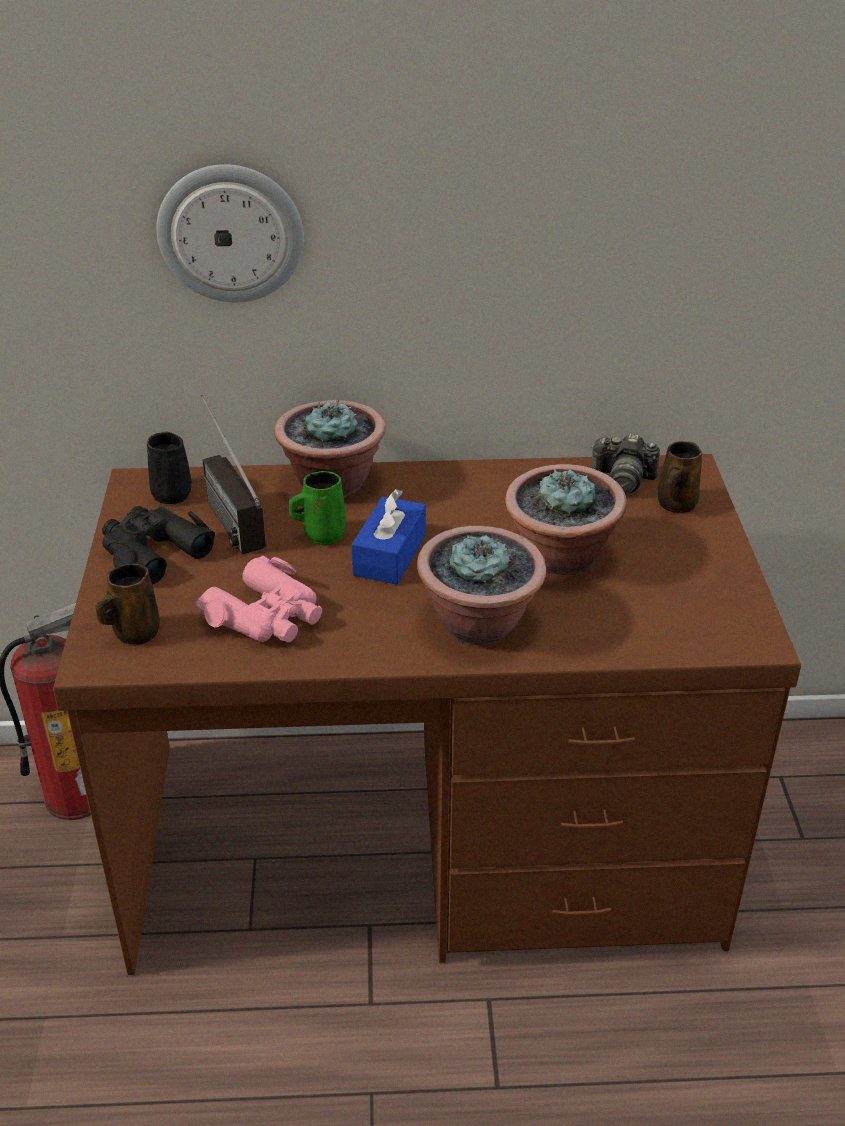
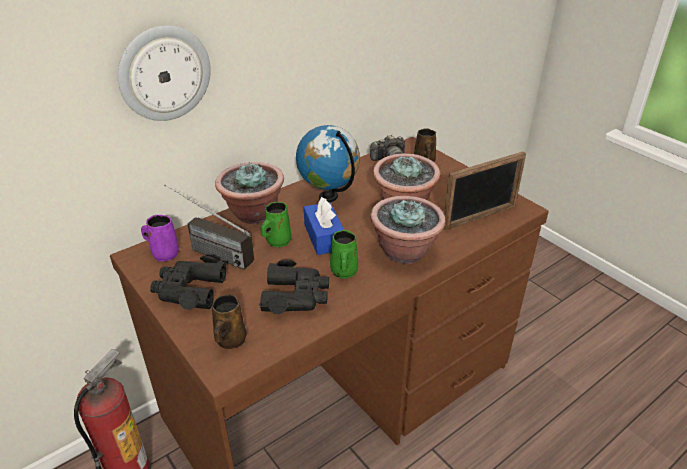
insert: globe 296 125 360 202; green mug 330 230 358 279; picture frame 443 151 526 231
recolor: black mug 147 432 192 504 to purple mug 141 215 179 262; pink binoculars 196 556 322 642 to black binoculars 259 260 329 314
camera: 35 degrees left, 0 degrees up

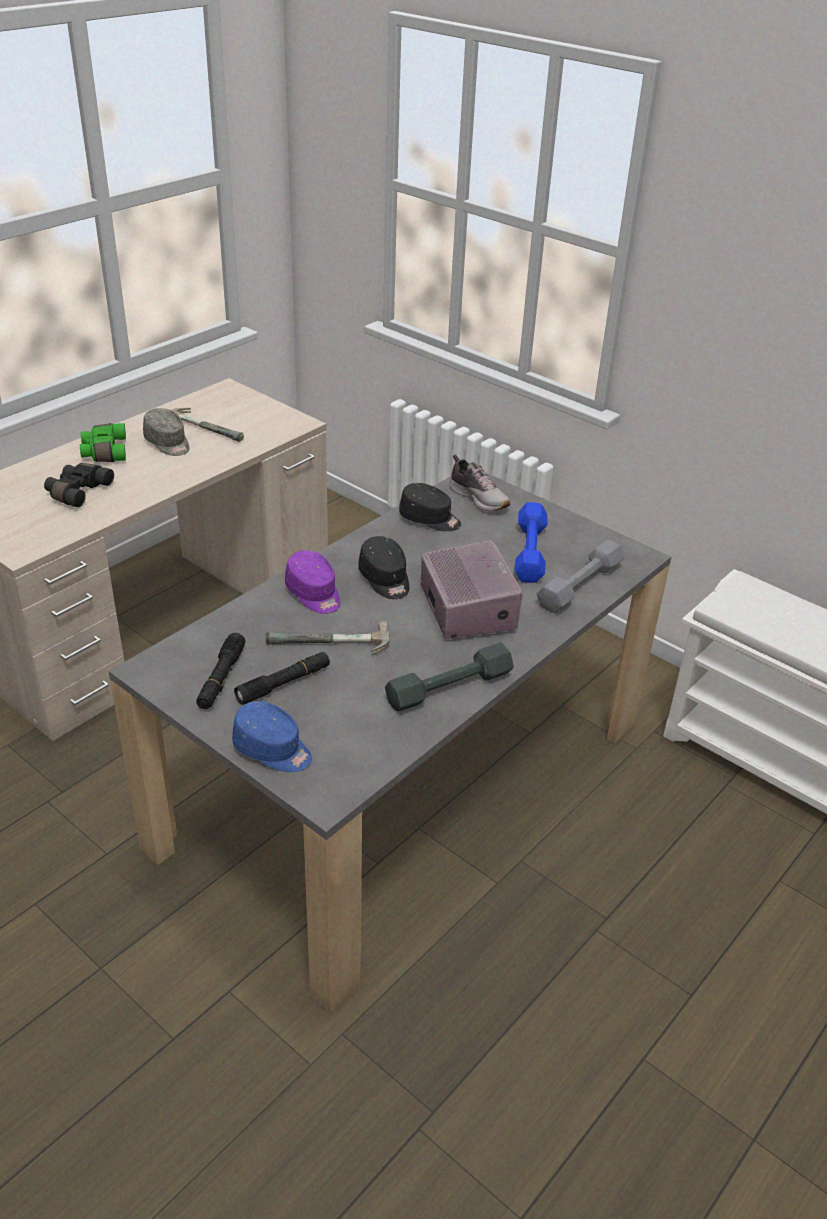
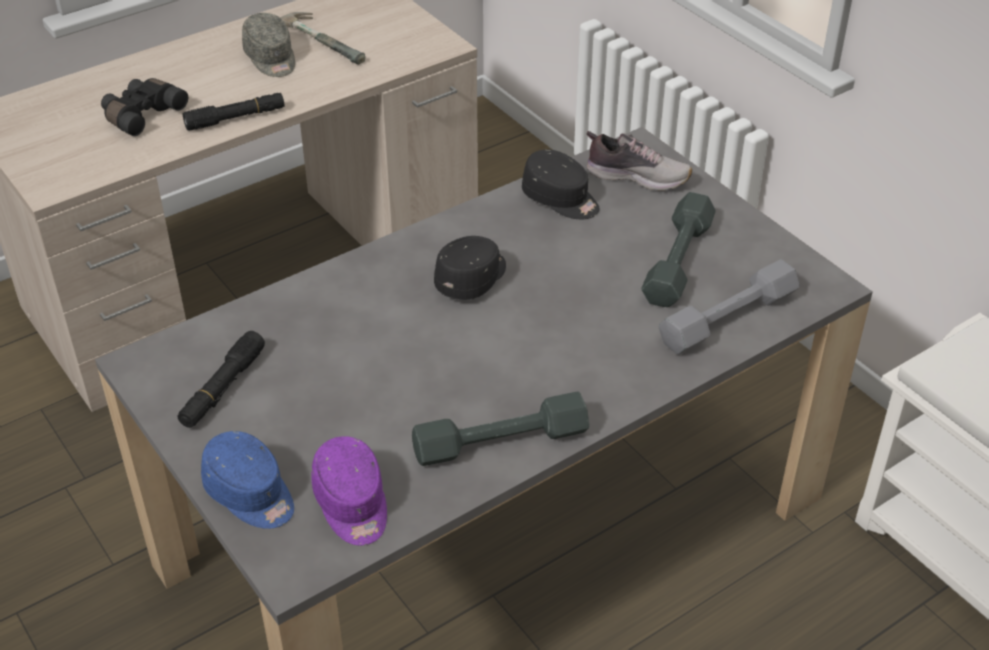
delete: green binoculars 80 423 126 462; hammer 265 621 389 656; radio 421 540 523 639
move: black flashlight 234 652 330 705 to 183 93 284 131; purple cap 285 550 340 614 to 311 436 387 545
recolor: blue dumbbell 515 502 548 583 to grey dumbbell 641 192 715 307
rotate: black cap 358 536 409 599 = 434 236 506 300 135 degrees counterclockwise; shoe 449 454 511 511 = 586 131 692 191 45 degrees counterclockwise
camera: 15 degrees right, 5 degrees up

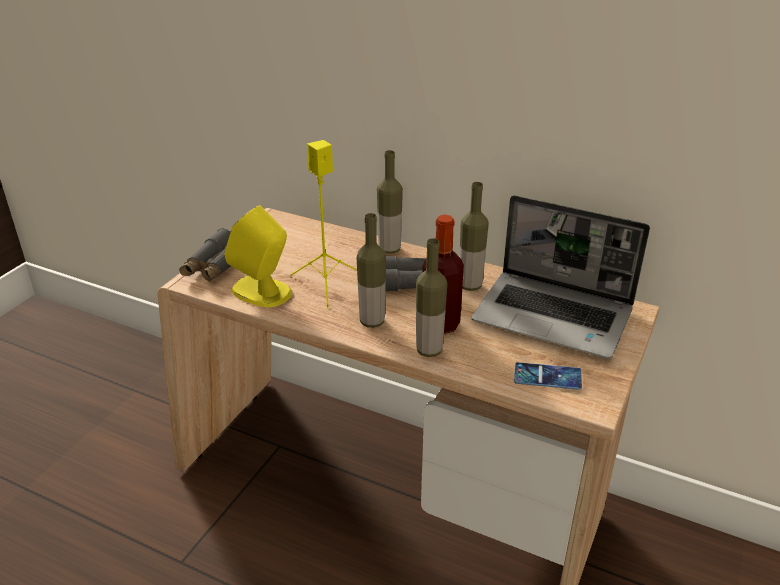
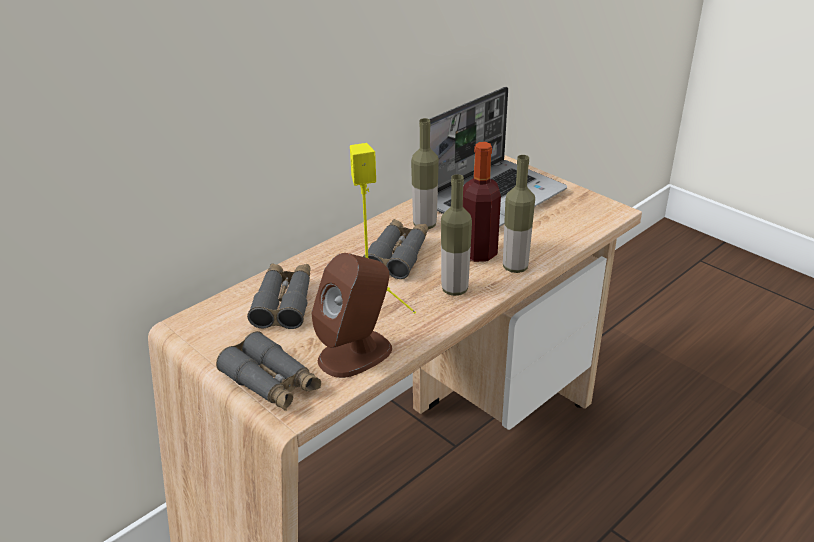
delete: bottle 377 150 403 254; phone 514 362 582 390
insert: grey binoculars 247 263 311 329
recolor: yellow speaker 224 205 292 307 to brown speaker 311 253 392 378
camera: 70 degrees left, 0 degrees up

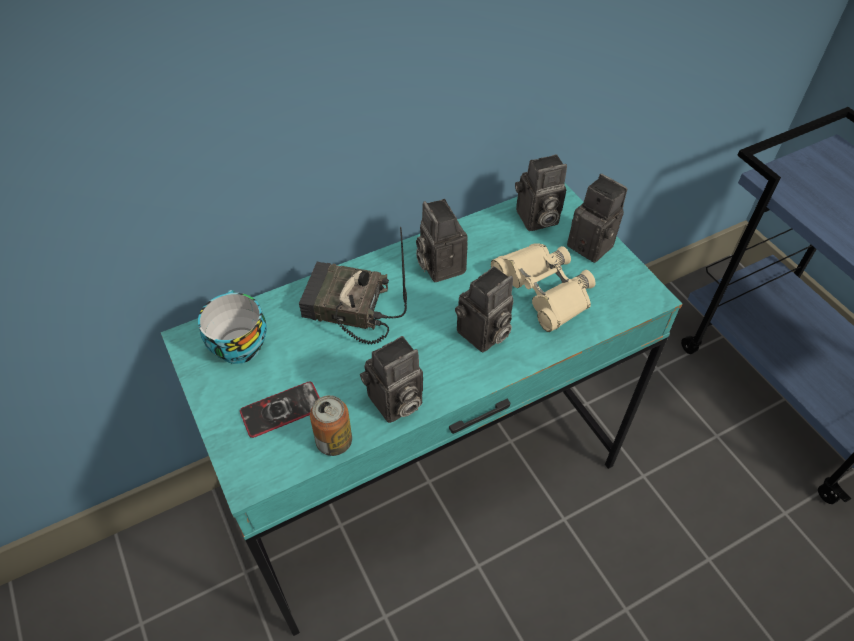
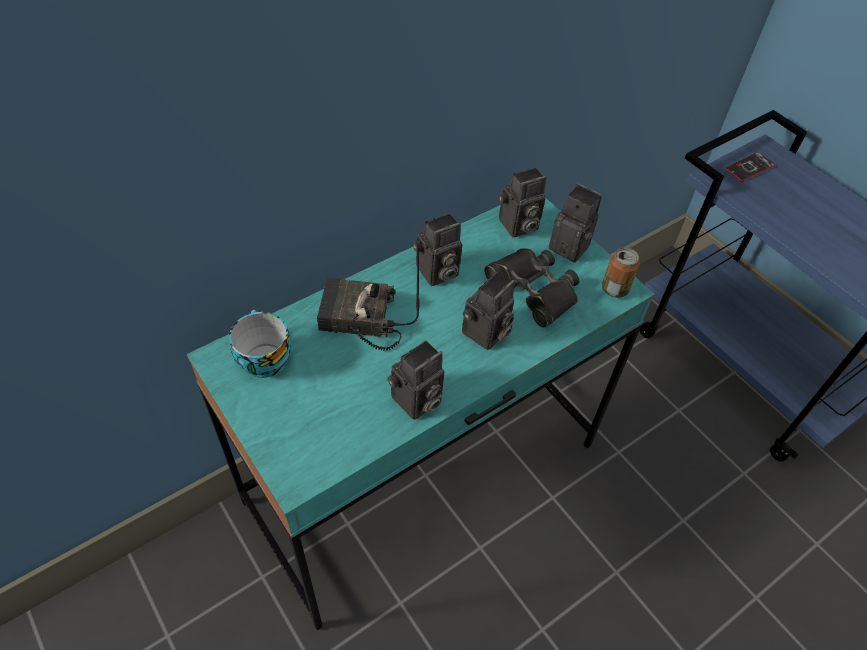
move: can 310 395 352 456 to 602 247 640 298; phone 240 381 320 438 to 725 152 775 182
recolor: beige binoculars 491 243 596 332 to black binoculars 484 248 579 328
rotate: photo camera 416 199 468 282 = 413 213 462 286 90 degrees counterclockwise
camera: 10 degrees left, 0 degrees up

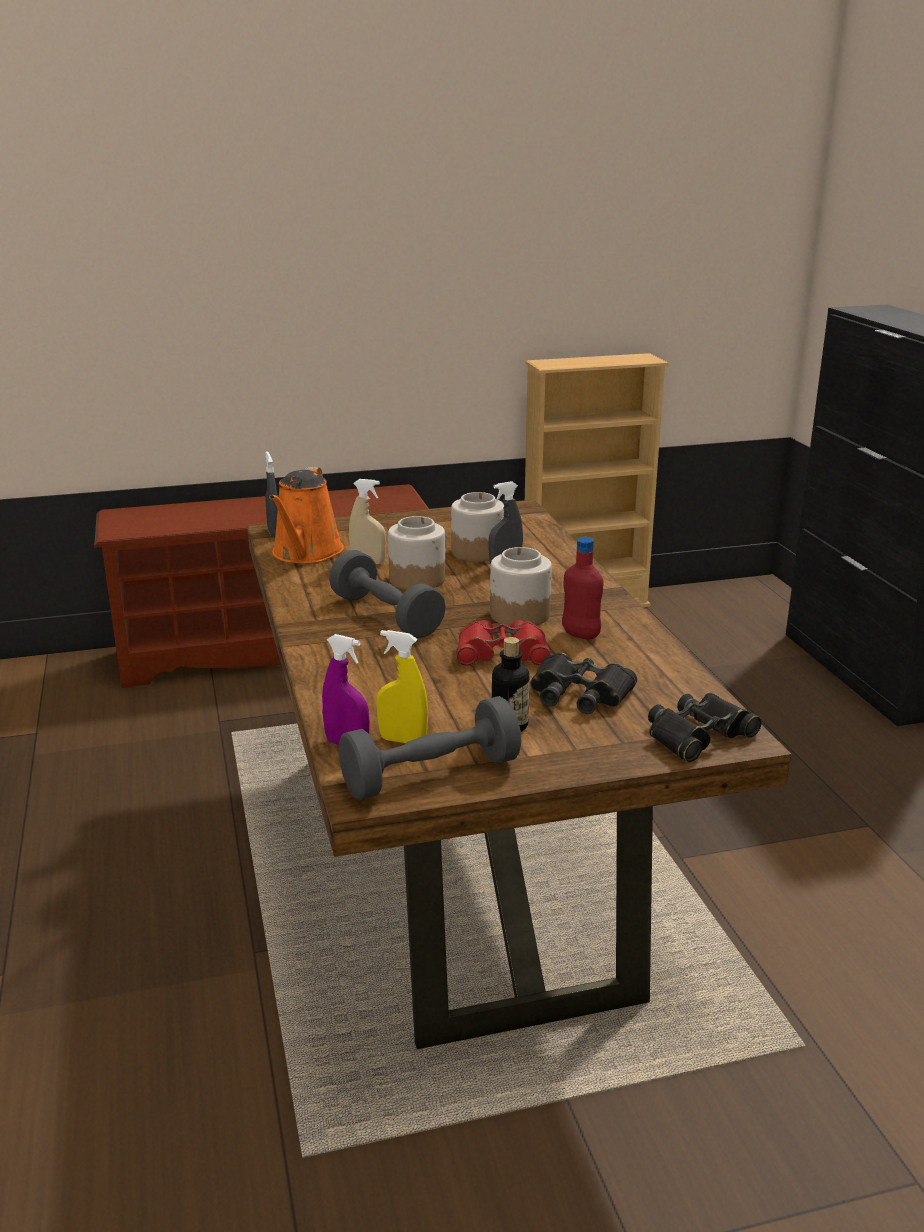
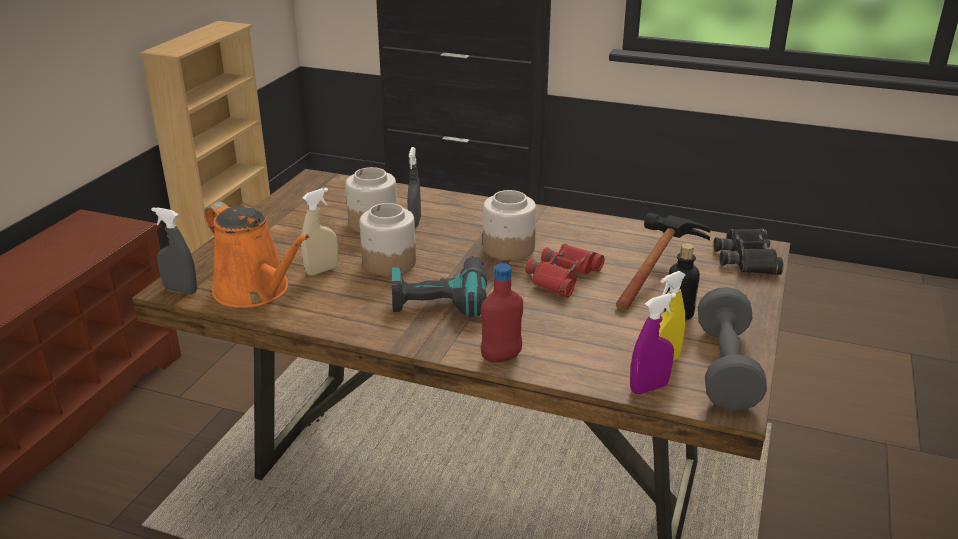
move: red bottle 562 537 603 639 to 481 263 523 362
replace: grey dumbbell 329 550 446 638 to power drill 392 256 487 317; black binoculars 530 653 637 714 to hammer 616 213 710 310
camera: 55 degrees left, 5 degrees up

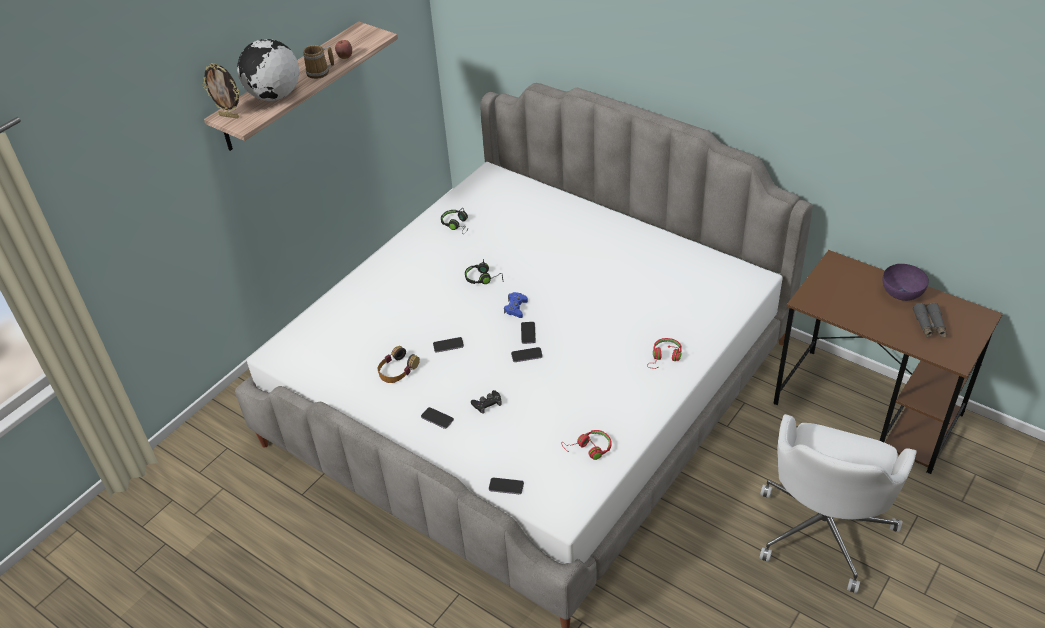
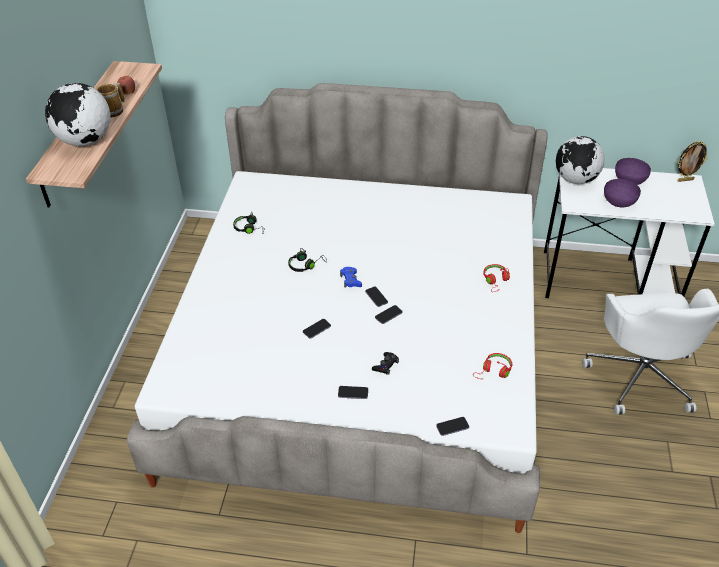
delete: headphones 378 346 420 383; grey binoculars 913 303 947 338
insert: globe 556 136 605 184; purple bowl 604 179 641 207
move: picture frame 202 63 239 118 to 677 141 708 182
recolor: brown desk 773 250 1003 474 to white desk 544 168 715 298
camera: 30 degrees left, 0 degrees up

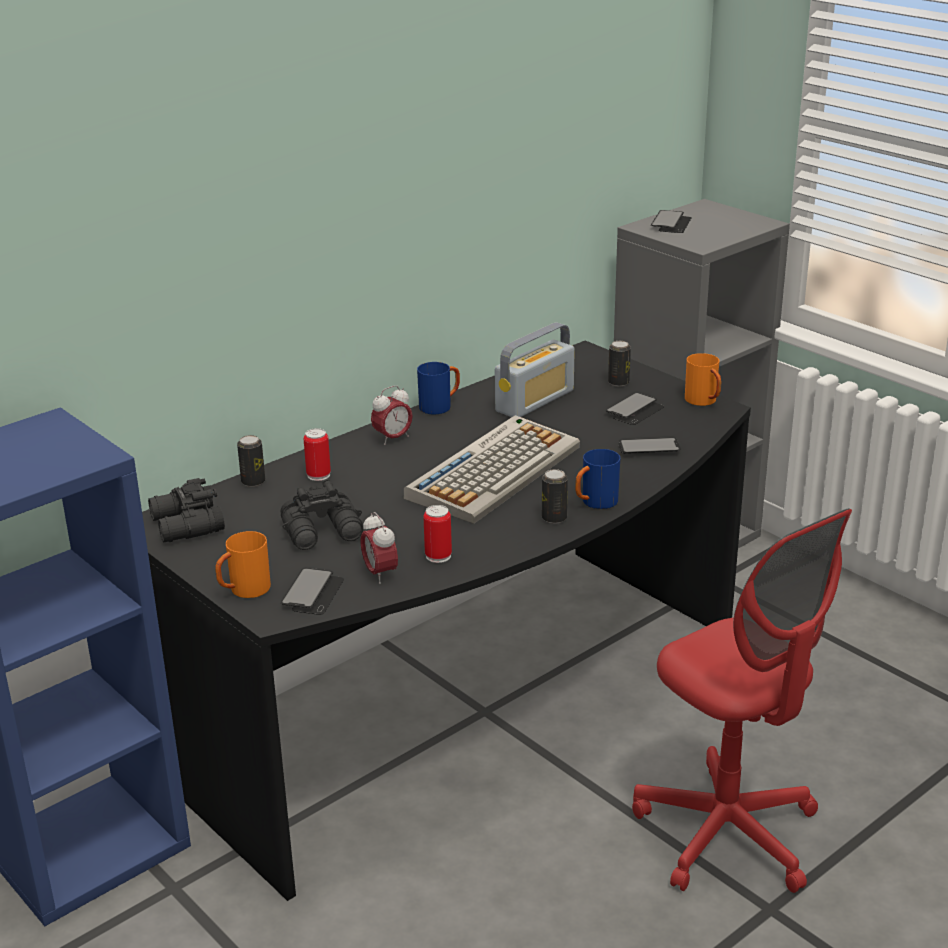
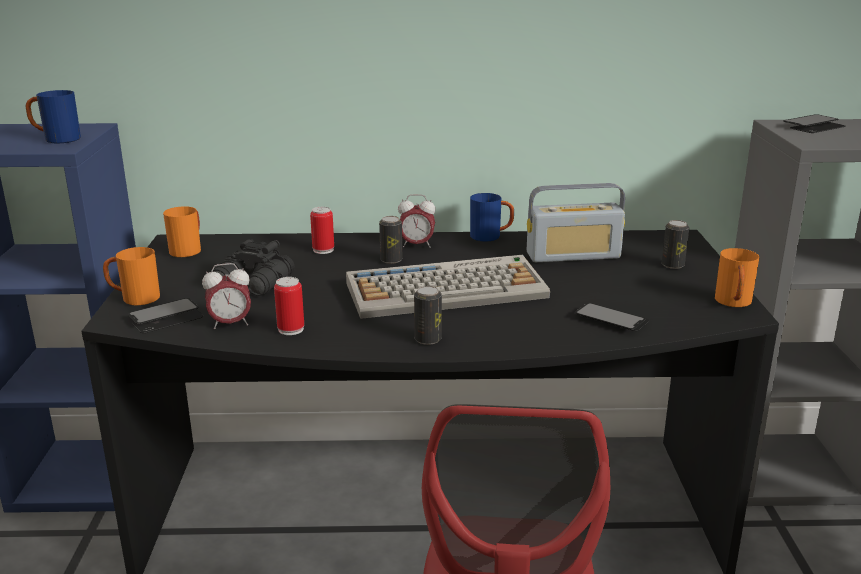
delete: phone 606 393 664 425
move: blue mug 575 449 620 509 to 26 90 81 143; can 237 435 265 487 to 379 216 402 264
replace: black binoculars 148 478 225 542 to orange mug 163 206 201 257
rotate: alarm clock 361 512 398 584 = 202 263 251 329 120 degrees counterclockwise
camera: 40 degrees right, 5 degrees down

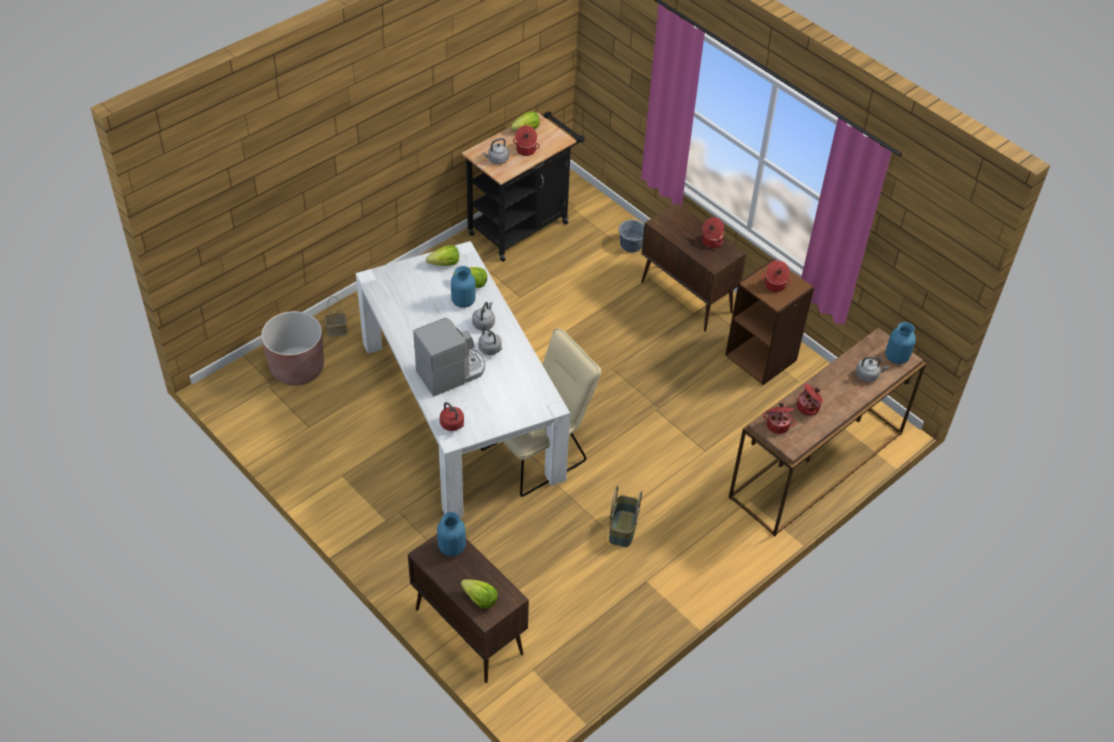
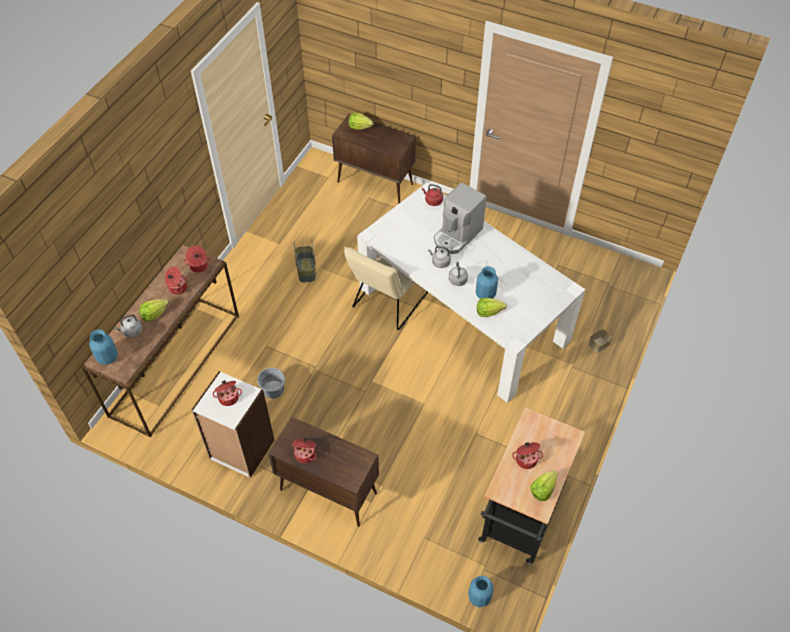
delete: brown planter 261 311 324 386; grey kettle 483 138 509 164
move: lettuce 426 245 459 266 to 139 299 169 322; grey bucket 619 217 644 253 to 257 368 285 399; blue vase 437 512 466 556 to 468 576 493 607
recolor: brown bookcase 725 258 815 385 to white bookcase 191 371 274 478
camera: 160 degrees right, 5 degrees up

